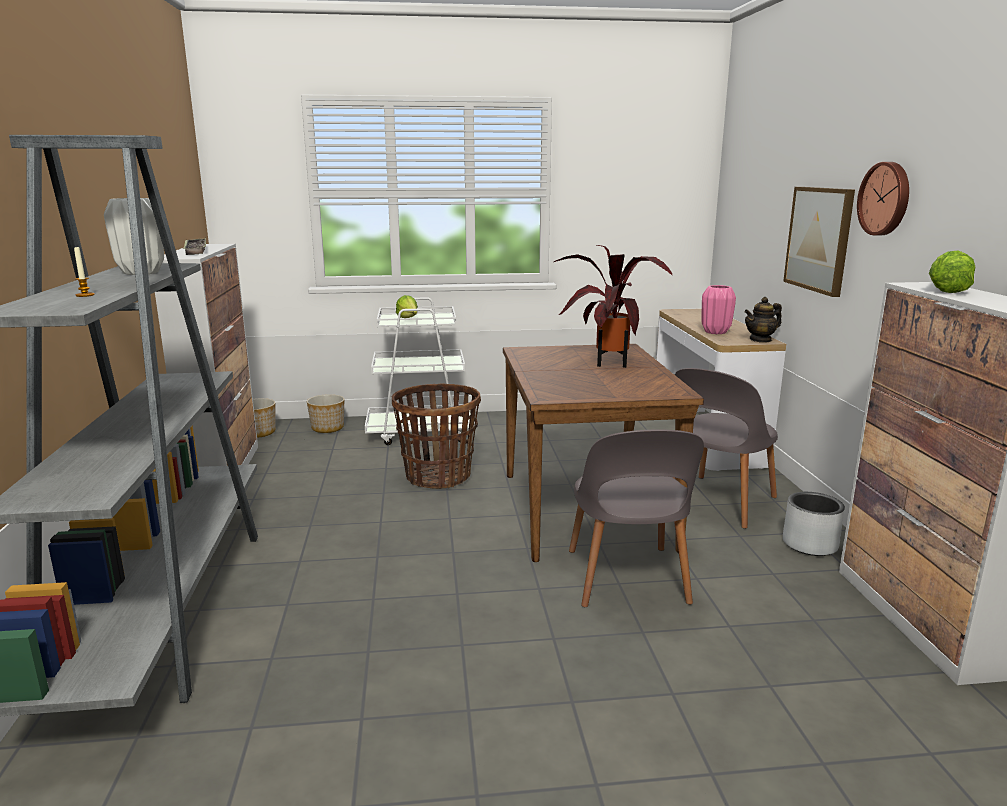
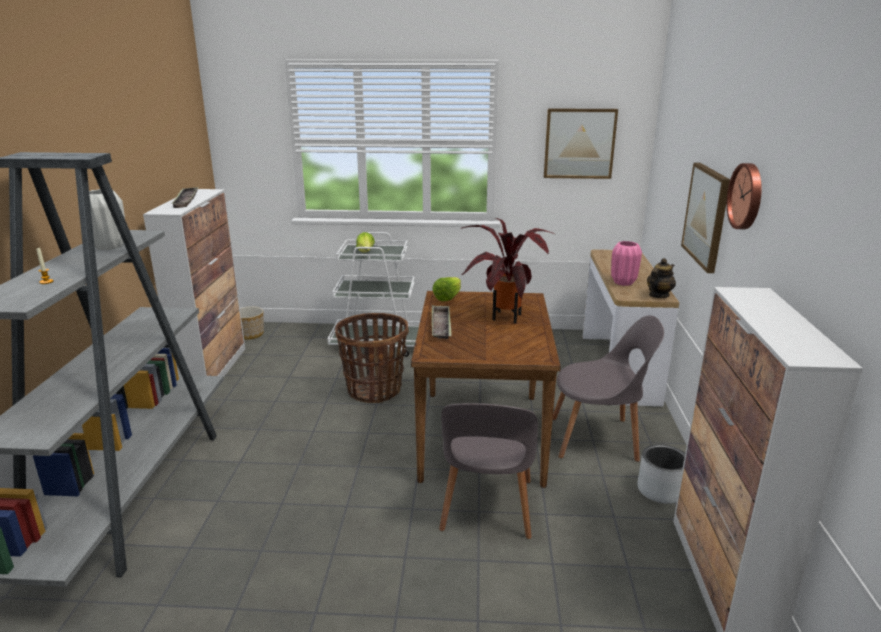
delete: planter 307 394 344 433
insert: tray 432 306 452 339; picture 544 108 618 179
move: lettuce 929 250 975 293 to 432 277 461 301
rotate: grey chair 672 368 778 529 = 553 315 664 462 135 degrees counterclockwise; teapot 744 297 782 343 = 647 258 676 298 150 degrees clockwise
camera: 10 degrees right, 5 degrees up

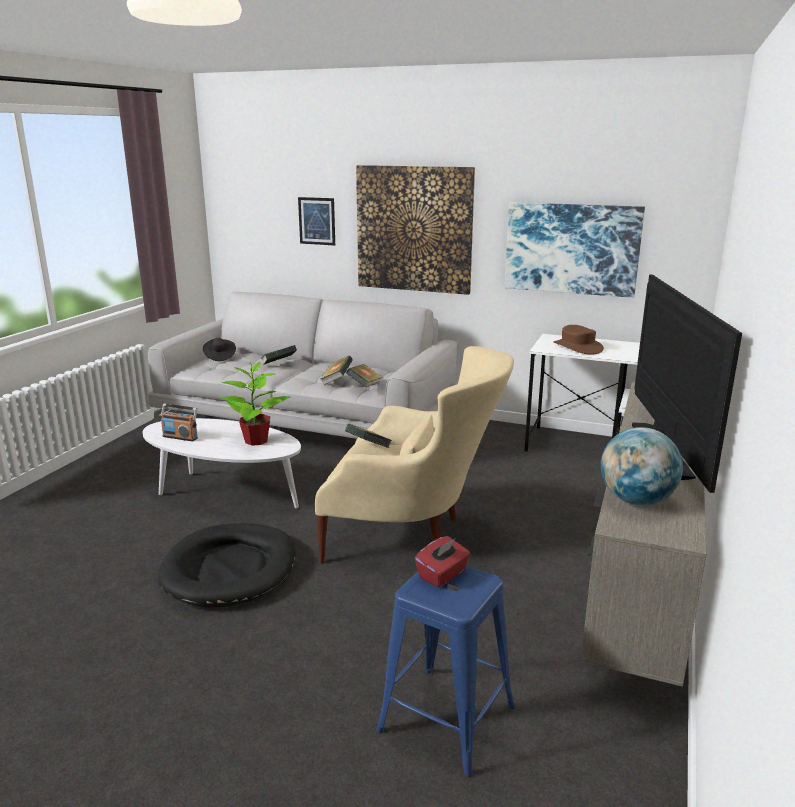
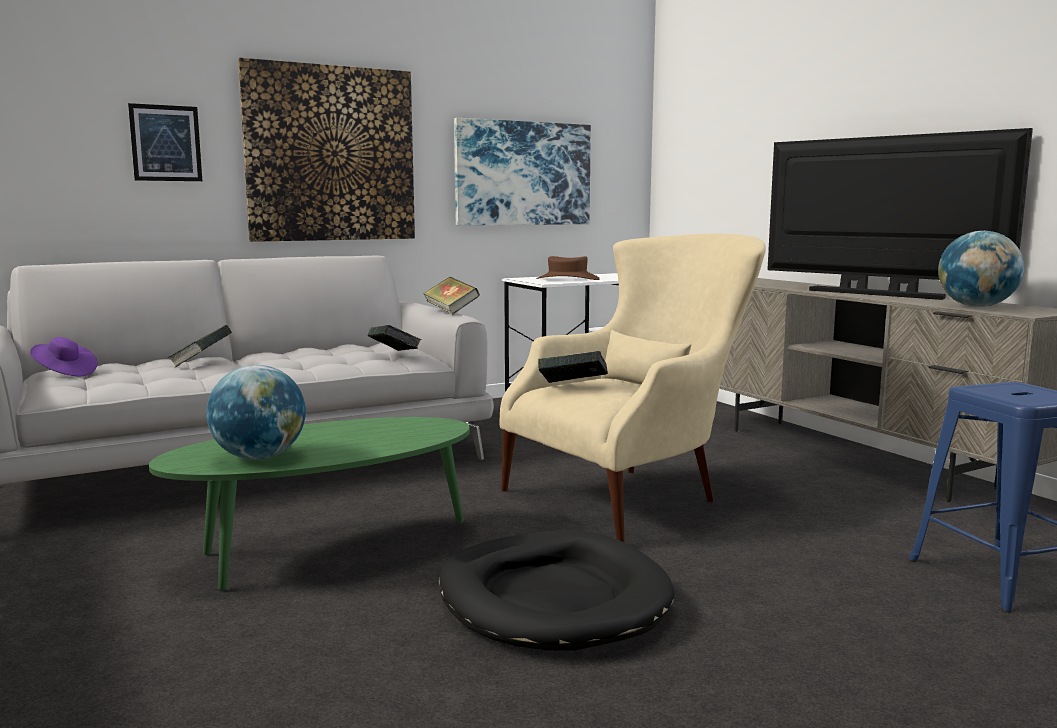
delete: potted plant 220 362 291 446; red tissue box 415 536 471 587
move: book 321 356 353 385 to 423 277 480 315
replace: radio 161 404 198 441 to globe 206 365 306 460
recolor: black hat 203 338 236 361 to purple hat 30 337 98 377; white coffee table 143 418 301 509 to green coffee table 149 417 470 591
camera: 50 degrees left, 10 degrees down

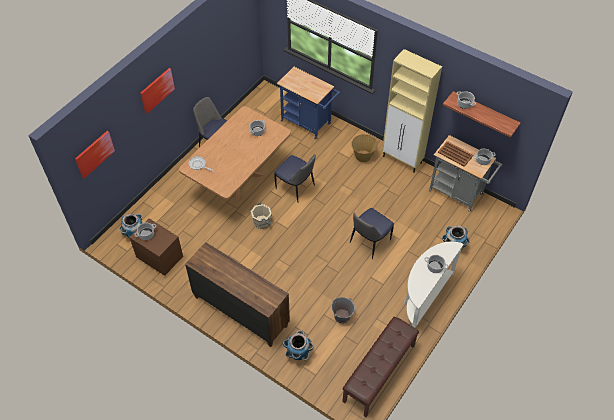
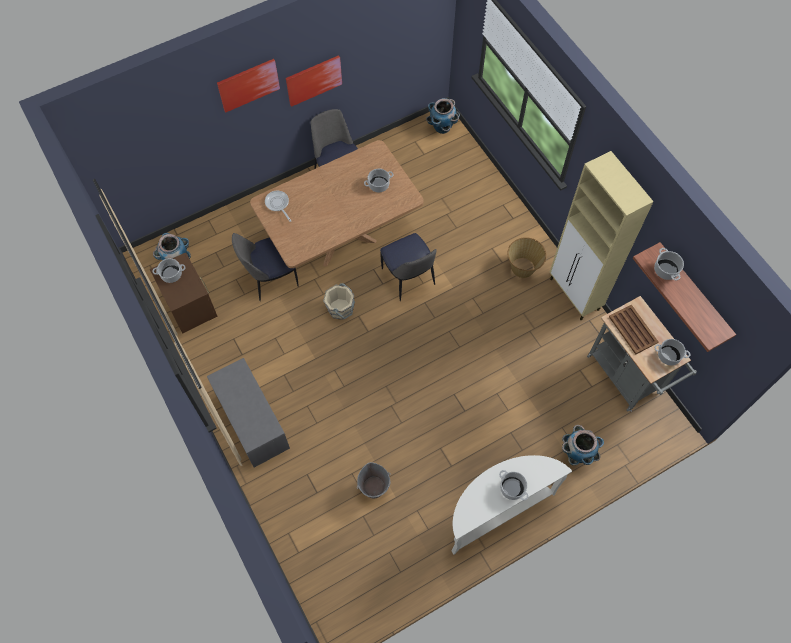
delete: blue cart 277 67 340 139; brown bench 342 317 419 417
move: chair 350 208 394 259 to 232 233 299 301; picture 75 131 115 178 to 286 55 342 107; planter 283 330 314 360 to 426 98 460 134
replace: brown dresser 185 242 290 347 to grey bench 207 358 290 467
camera: 25 degrees right, 10 degrees up

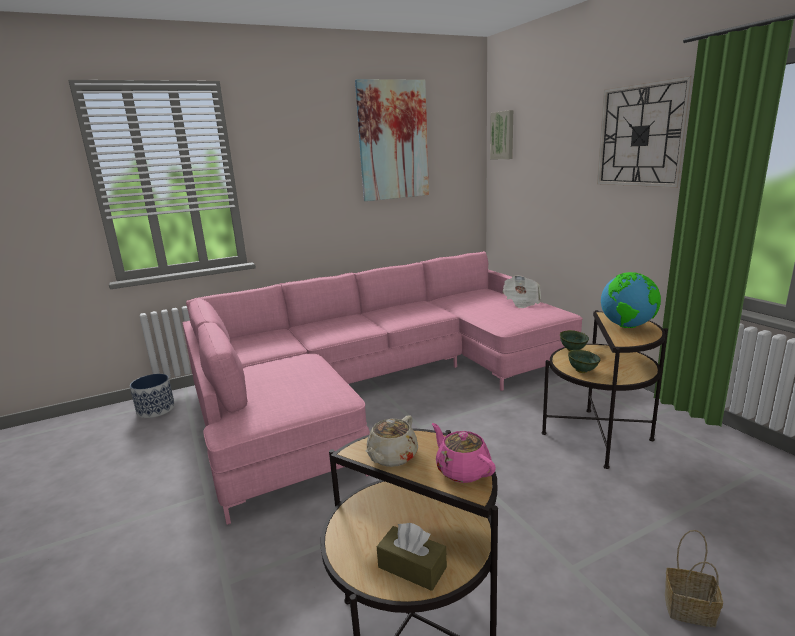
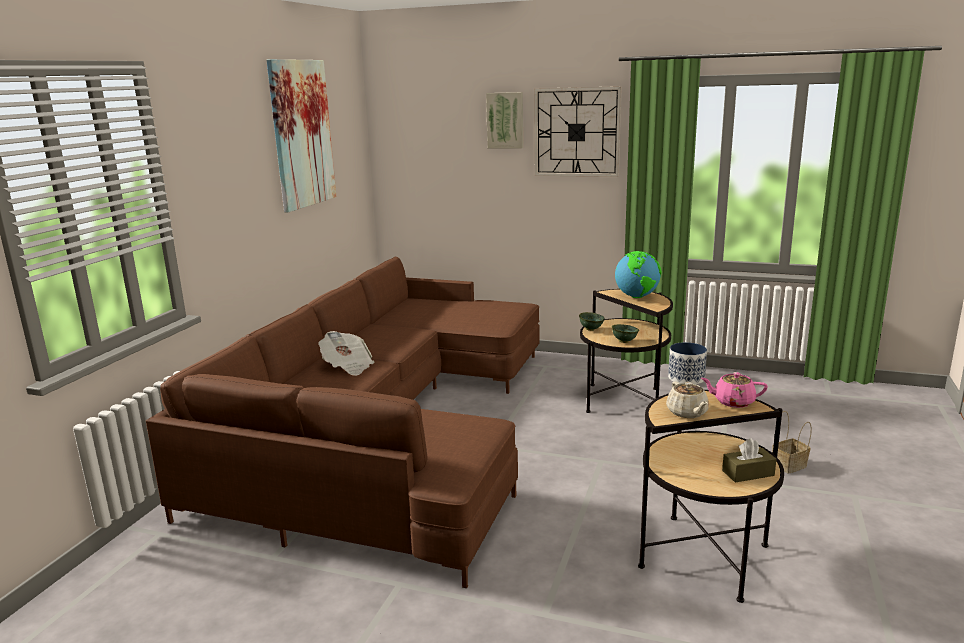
move: newspaper 502 275 541 308 to 318 331 374 376; picture 490 110 513 159 to 486 92 523 149; planter 130 374 175 418 to 668 342 707 385
recolor: pink sofa 182 251 583 525 to brown sofa 146 256 540 588
camera: 45 degrees left, 0 degrees up

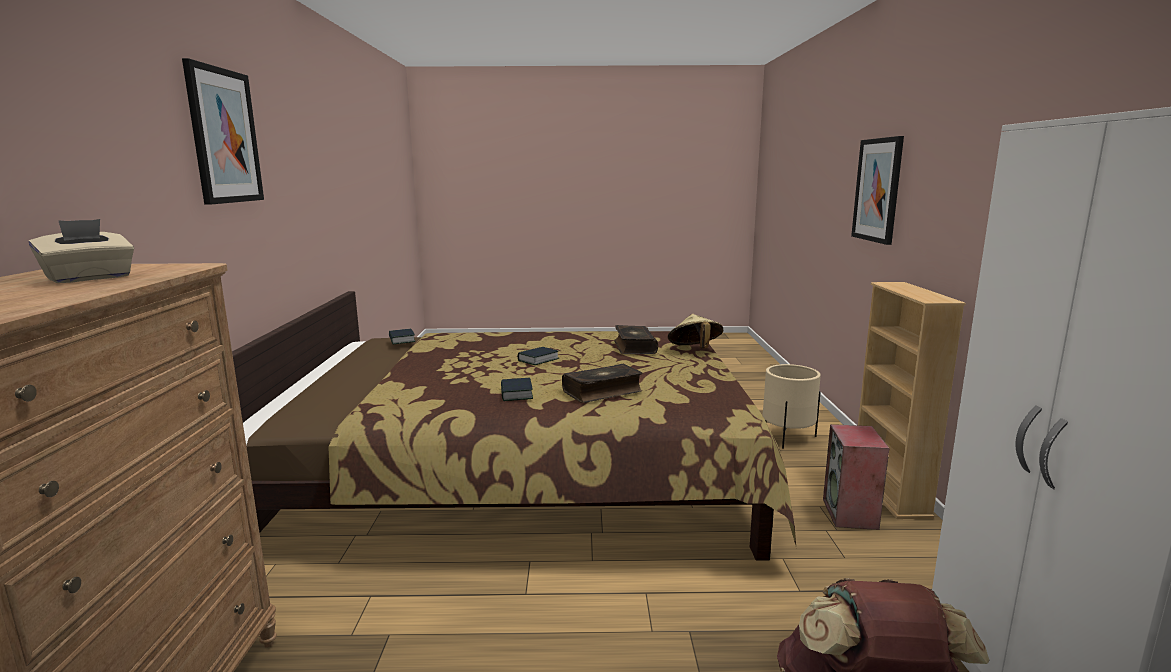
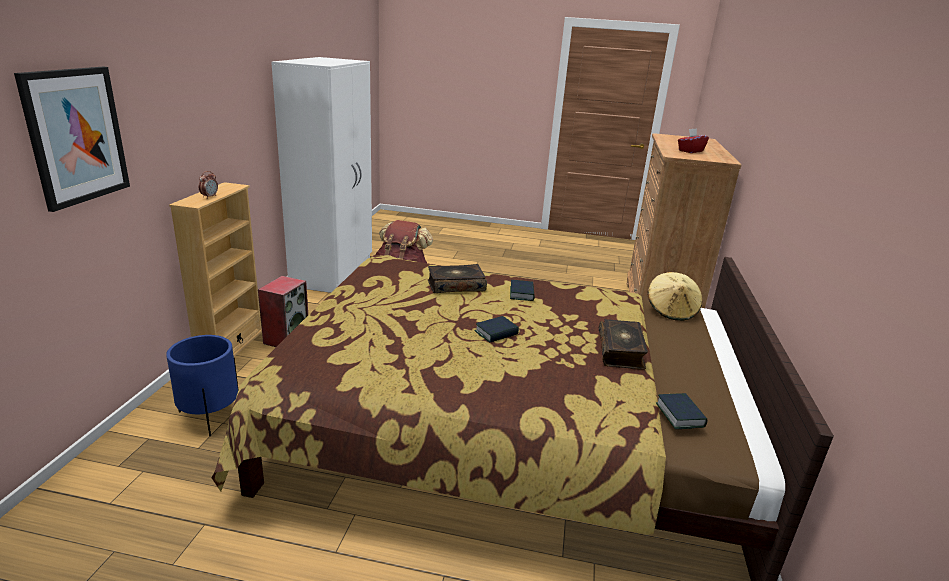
delete: picture 182 58 264 205
insert: alarm clock 199 171 218 199
move: book 614 325 658 354 to 599 319 648 370; beige hat 668 314 723 349 to 648 272 703 321
recolor: beige planter 763 364 821 449 to blue planter 166 335 238 436; beige tissue box 29 219 134 283 to red tissue box 678 128 709 153
camera: 170 degrees left, 10 degrees up

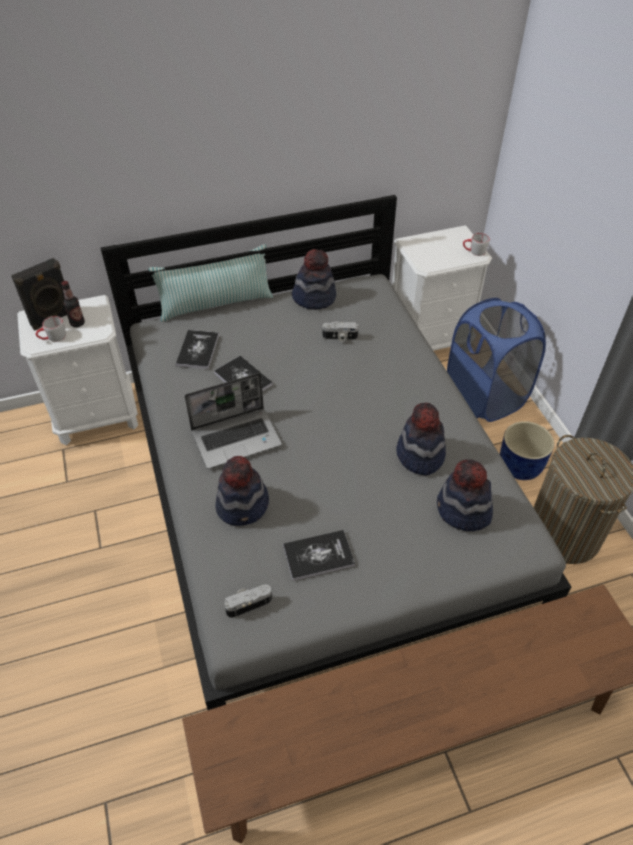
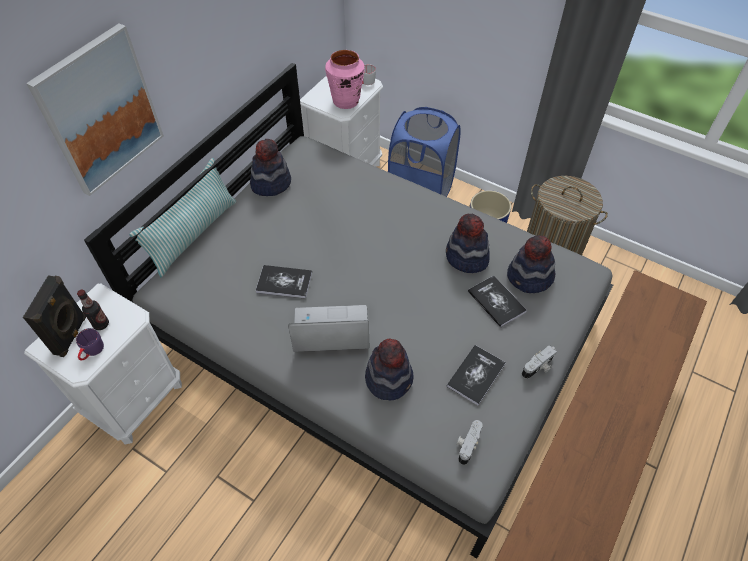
insert: picture 26 23 164 196; pink vase 325 50 365 109
move: book 176 330 219 369 to 468 275 527 328; photo camera 322 321 358 342 to 522 345 557 379
recolor: grey mug 36 316 66 342 to purple mug 76 328 104 360
rotate: laptop 184 373 282 469 = 288 305 369 352 120 degrees counterclockwise
camera: 40 degrees left, 5 degrees up

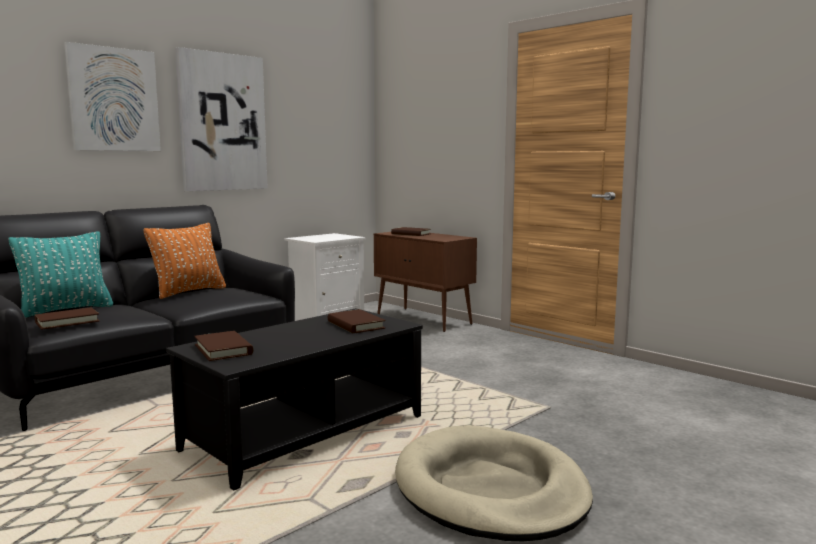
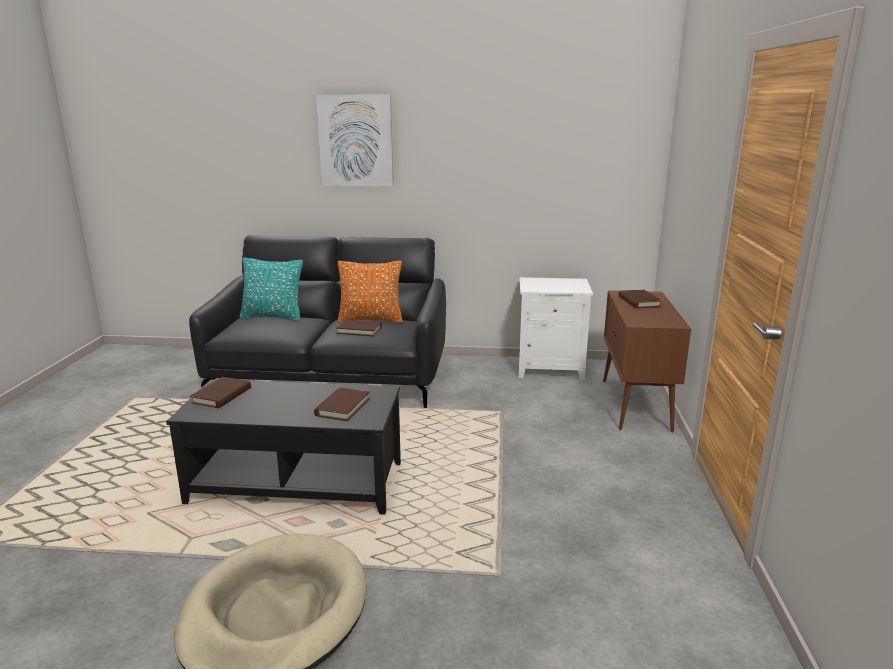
delete: picture 175 47 268 191
move: brown book 34 307 100 330 to 336 320 382 336
camera: 50 degrees right, 10 degrees up

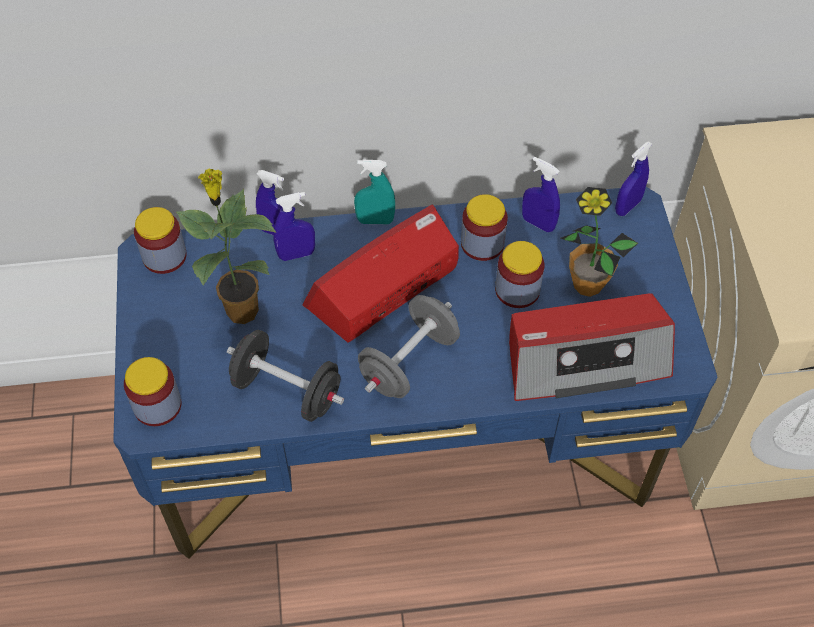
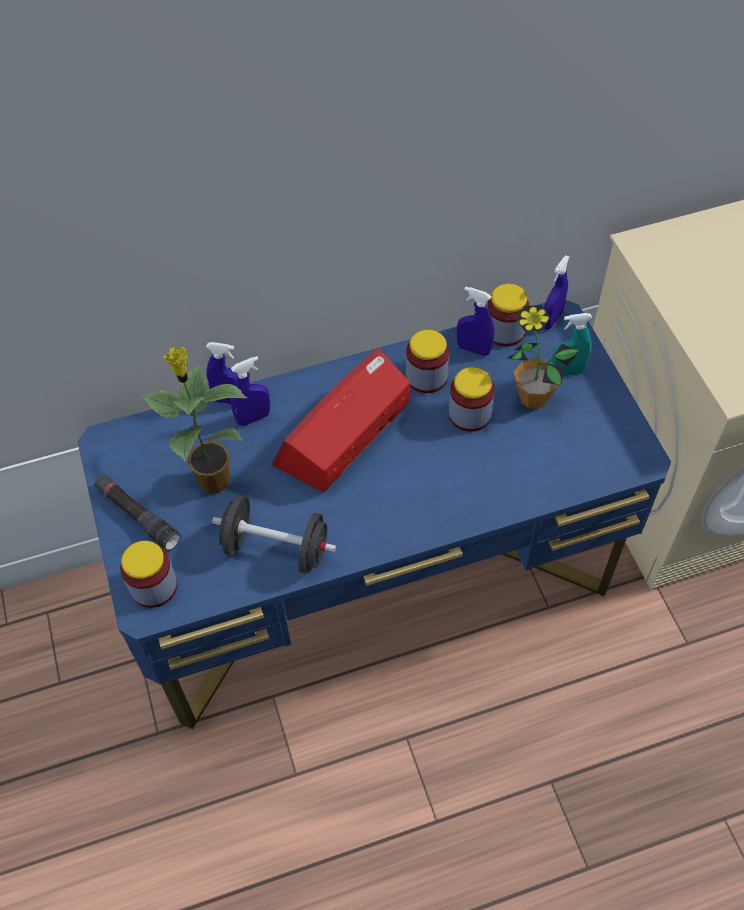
delete: grey dumbbell 358 295 460 398; radio 509 293 675 401
insert: black flashlight 94 474 181 551
move: jar 134 207 187 274 to 487 284 529 346; turquoise spray bottle 354 160 395 224 to 551 313 592 377
camera: 10 degrees left, 0 degrees up

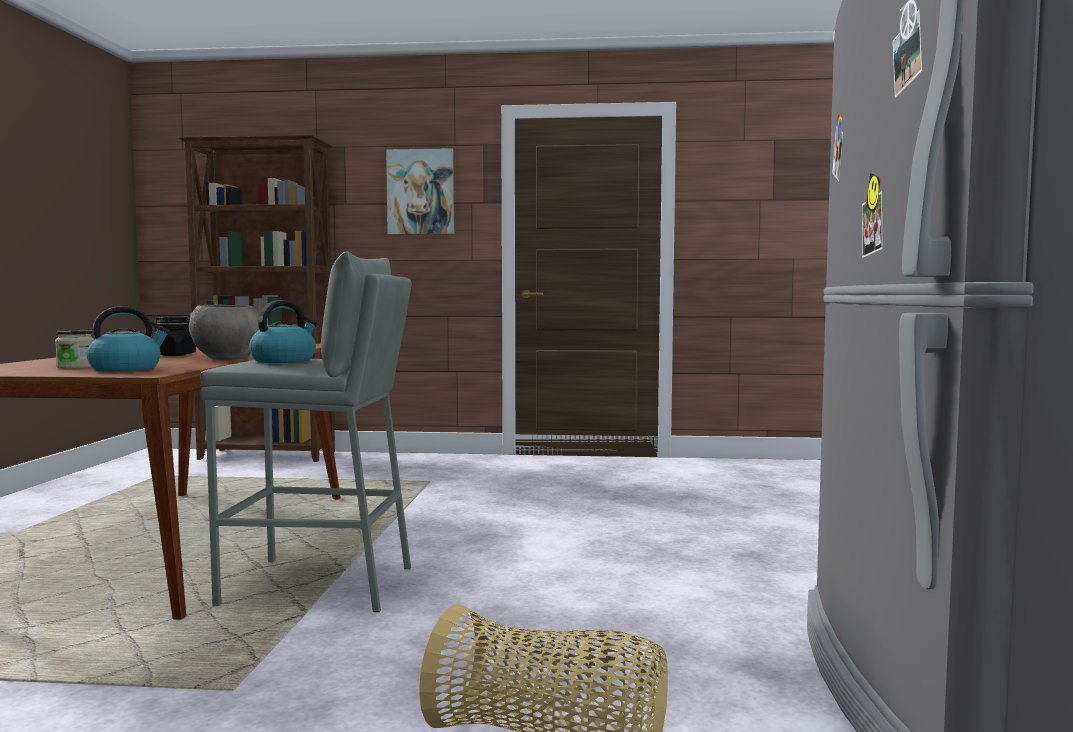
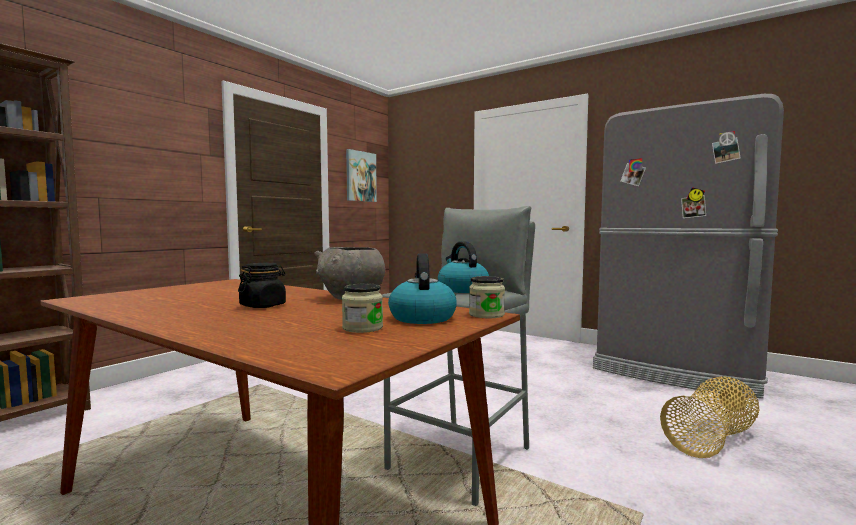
insert: jar 469 276 505 318
move: picture 386 148 454 235 to 346 149 377 202
camera: 60 degrees left, 0 degrees up

